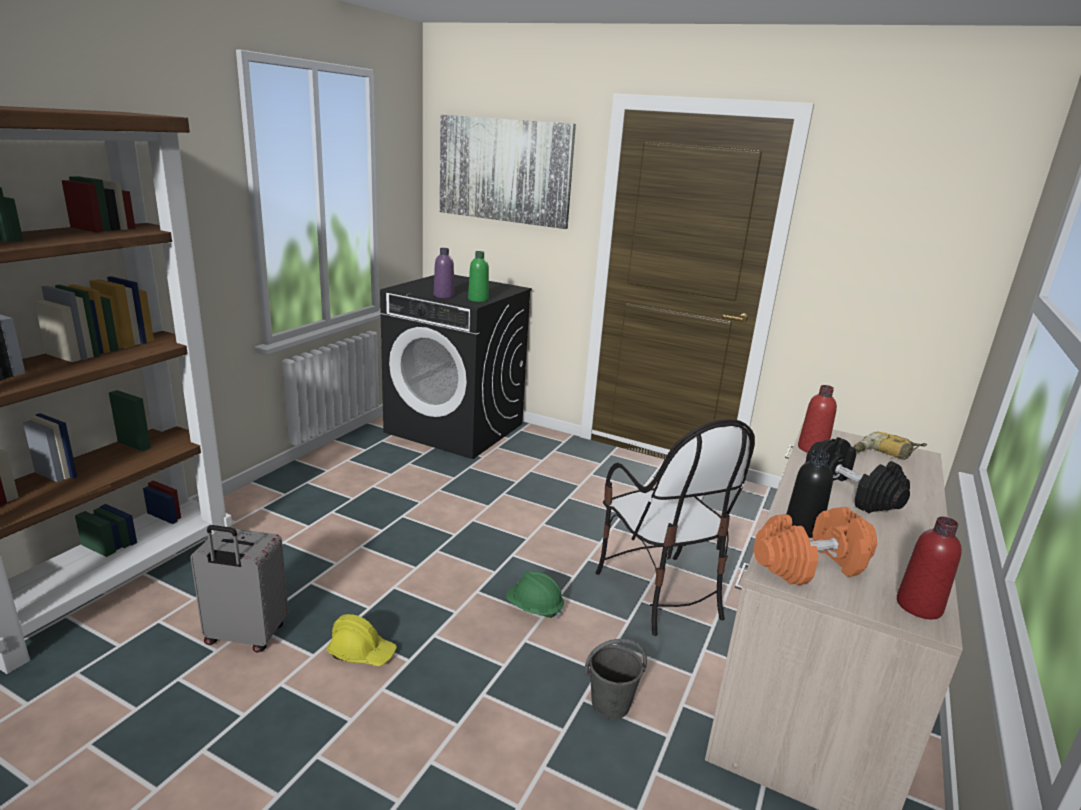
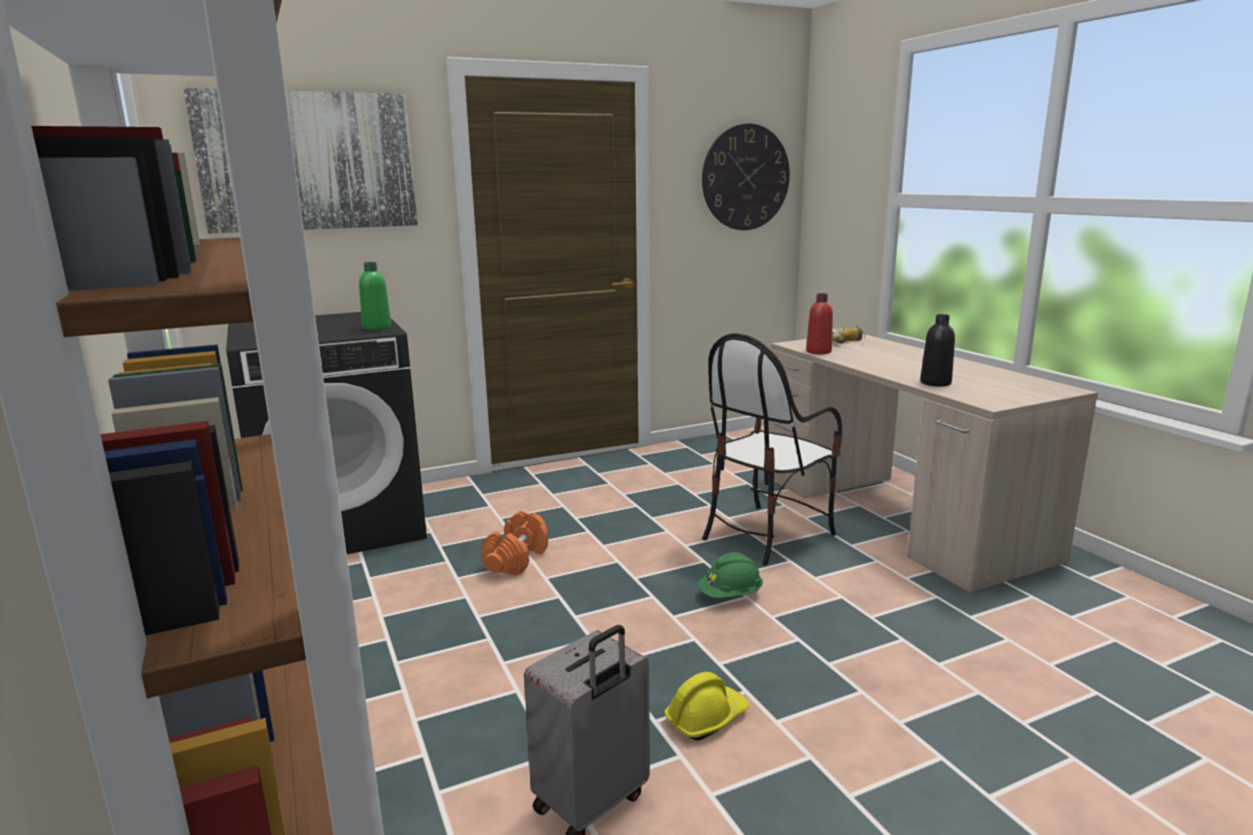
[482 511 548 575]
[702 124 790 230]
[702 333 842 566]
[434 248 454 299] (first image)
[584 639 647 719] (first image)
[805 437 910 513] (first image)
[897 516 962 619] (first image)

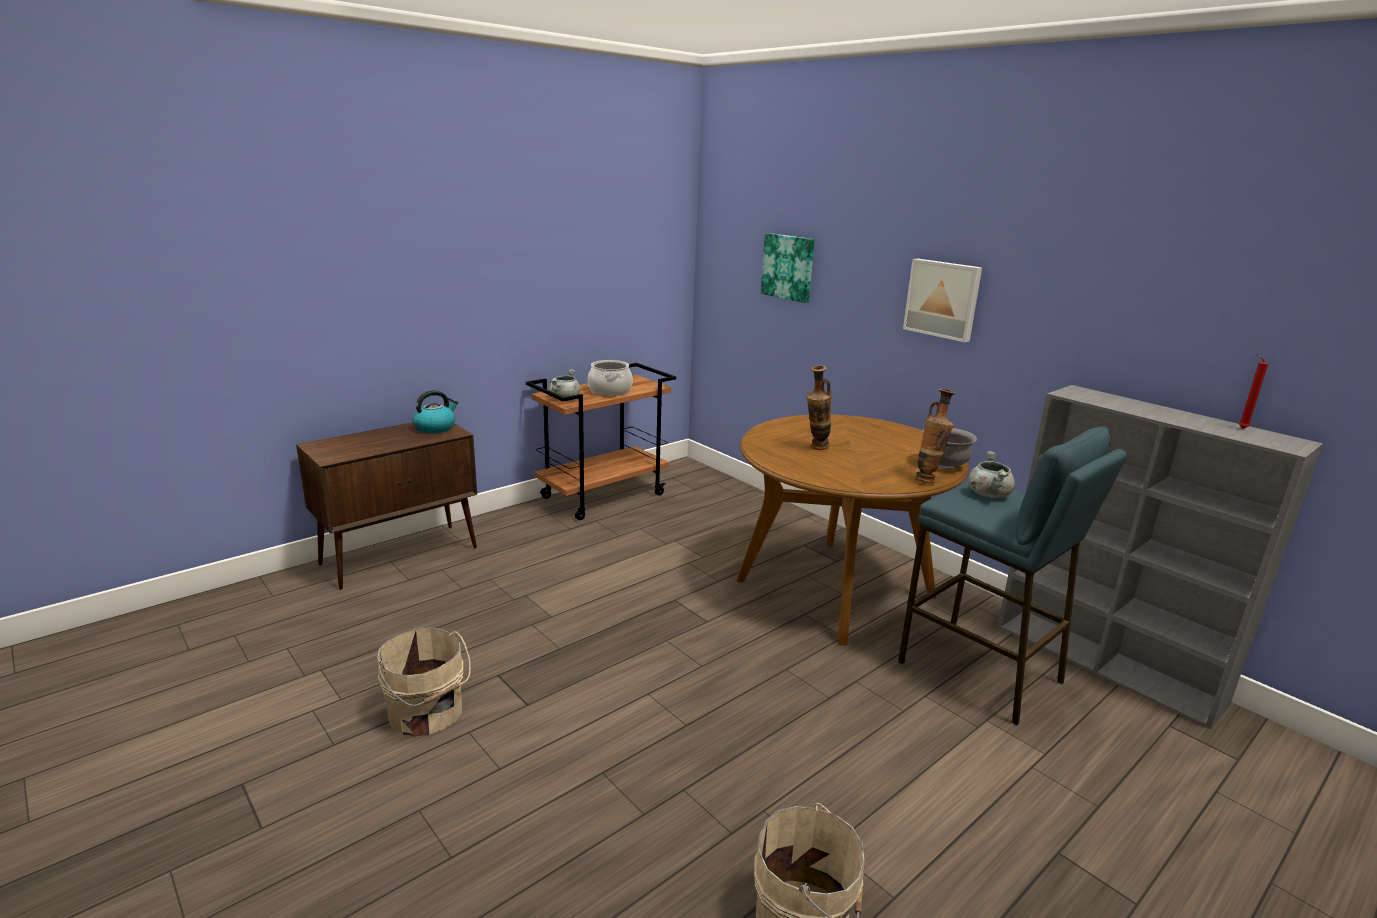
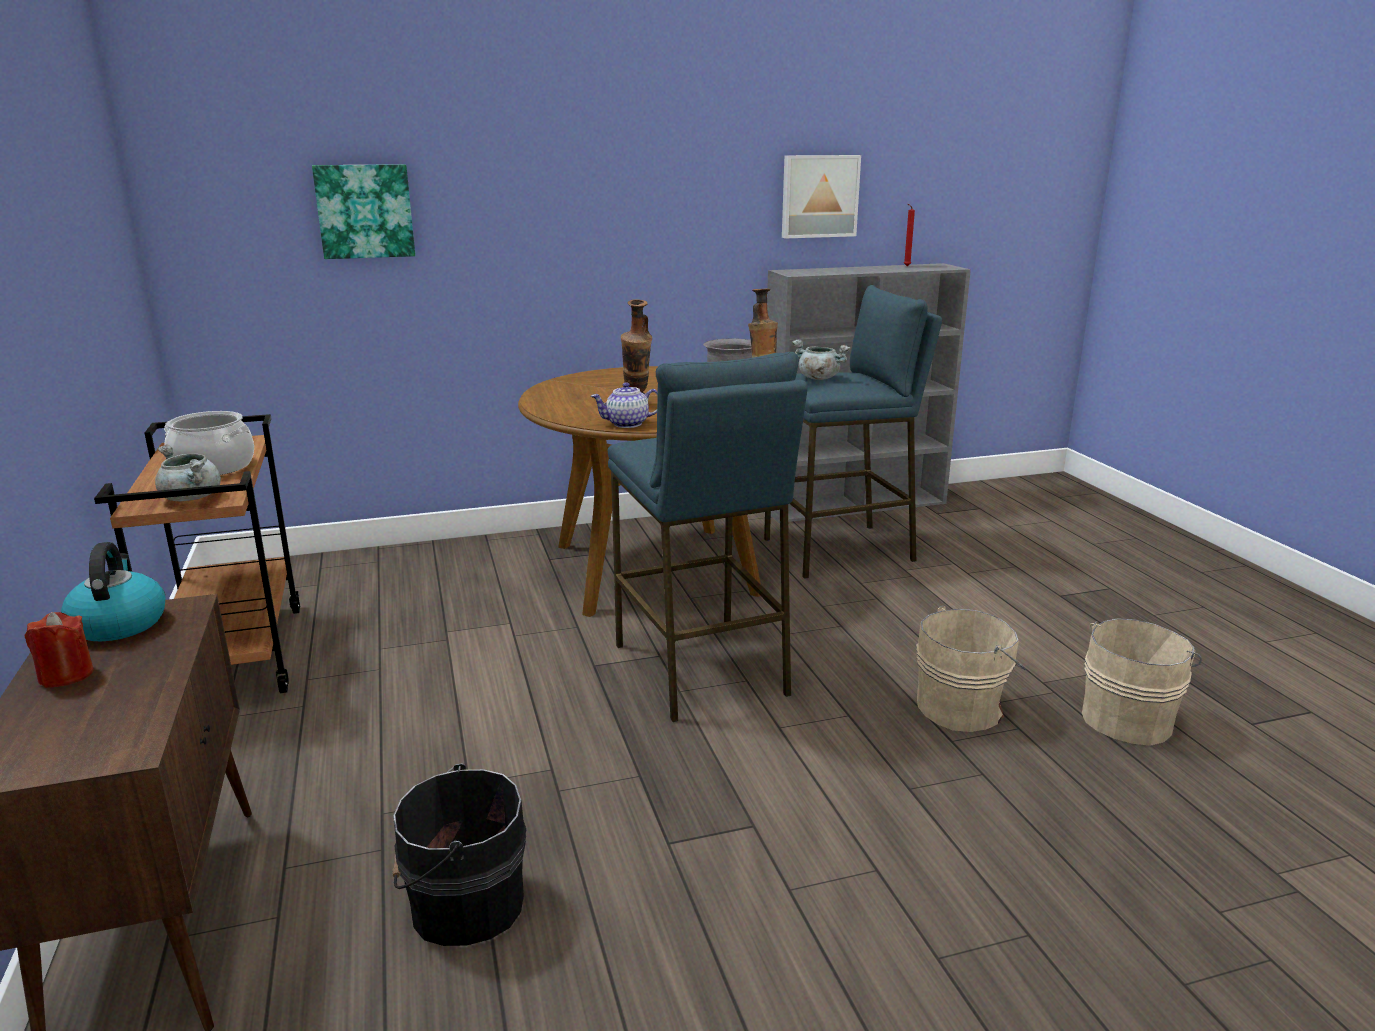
[25 612 94 688]
[392 764 526 946]
[591 383 657 428]
[608 352 808 722]
[782 155 861 239]
[916 606 1026 732]

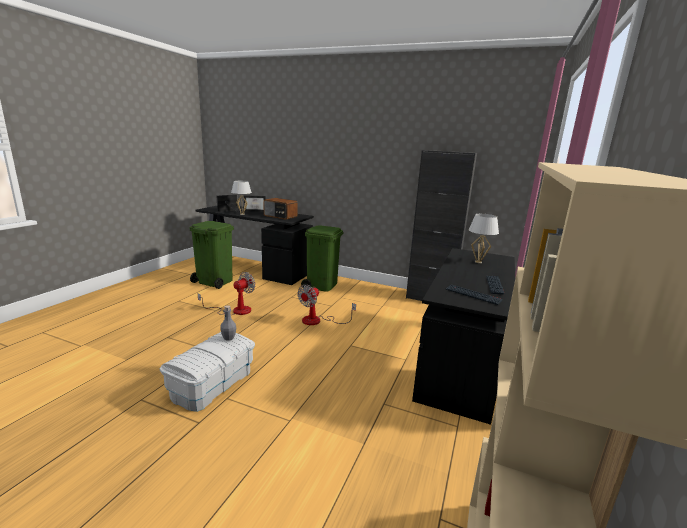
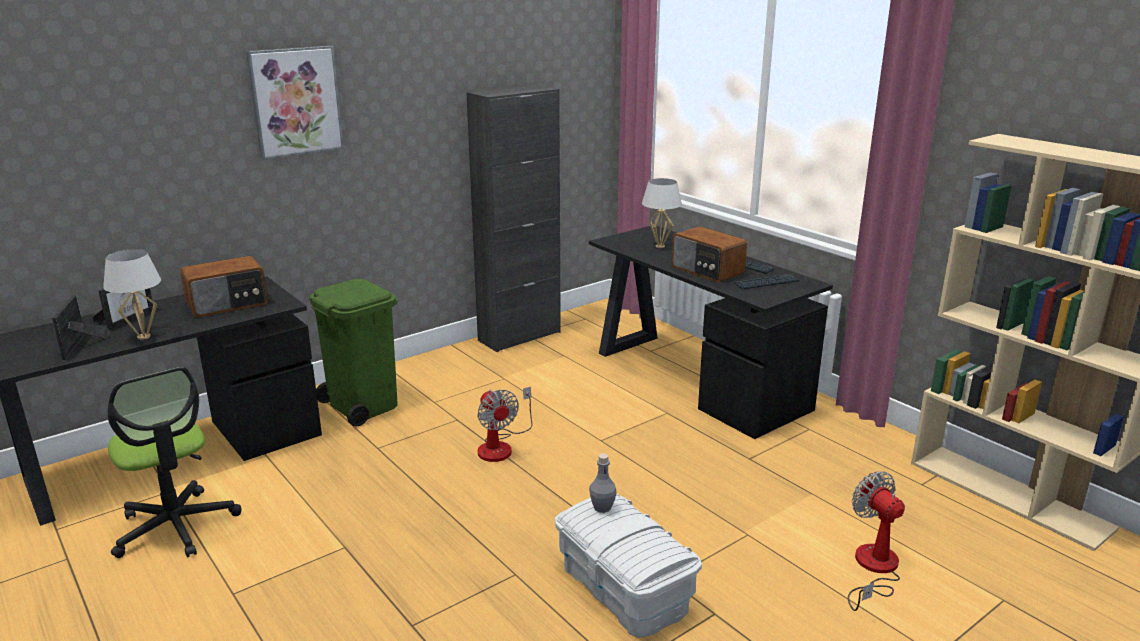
[108 367 241 558]
[246 45 344 160]
[672 226 747 282]
[848 471 905 611]

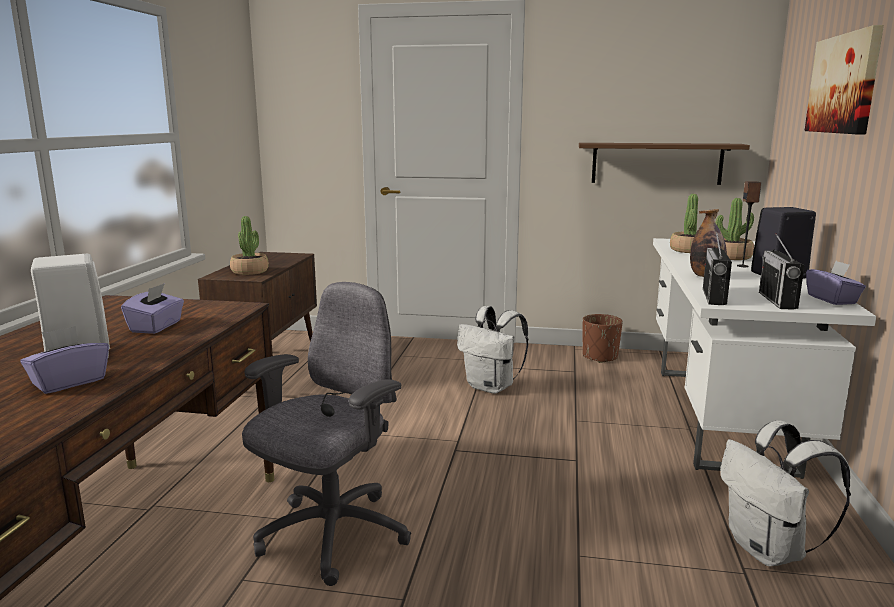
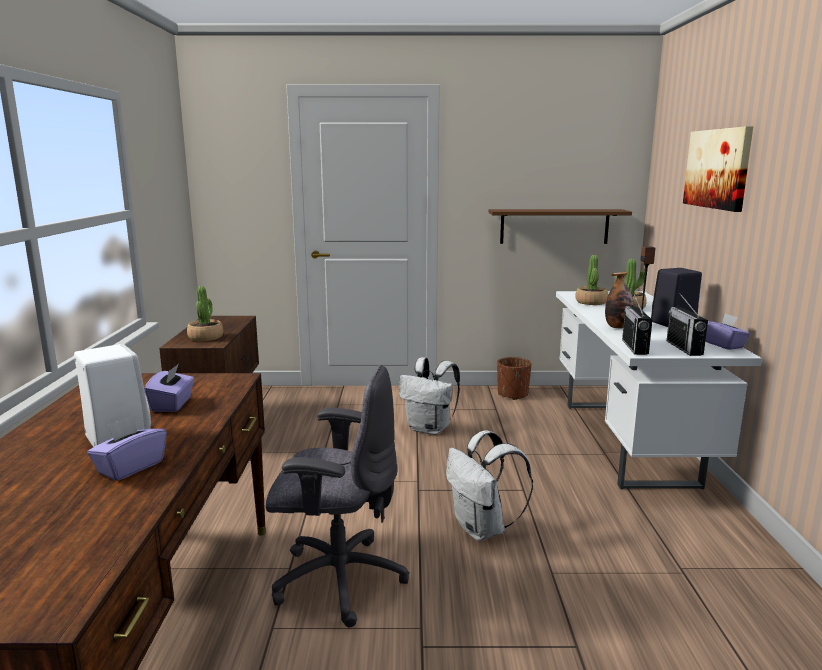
[266 365 409 627]
[446 430 533 541]

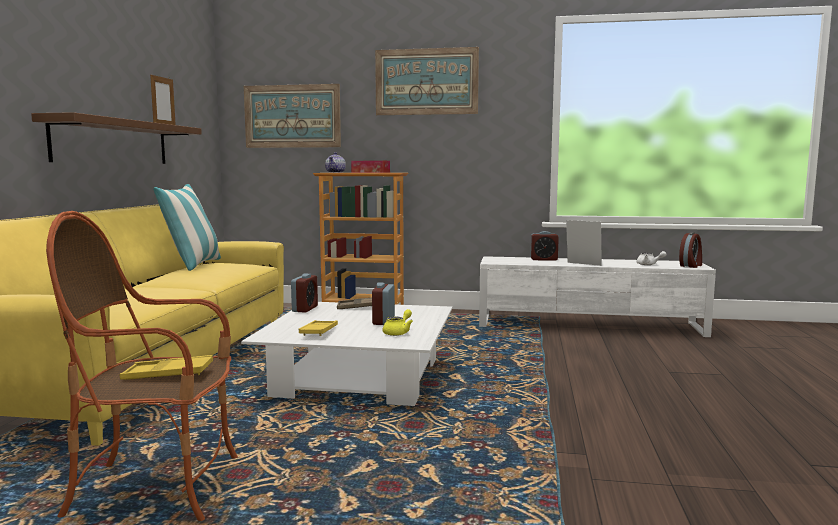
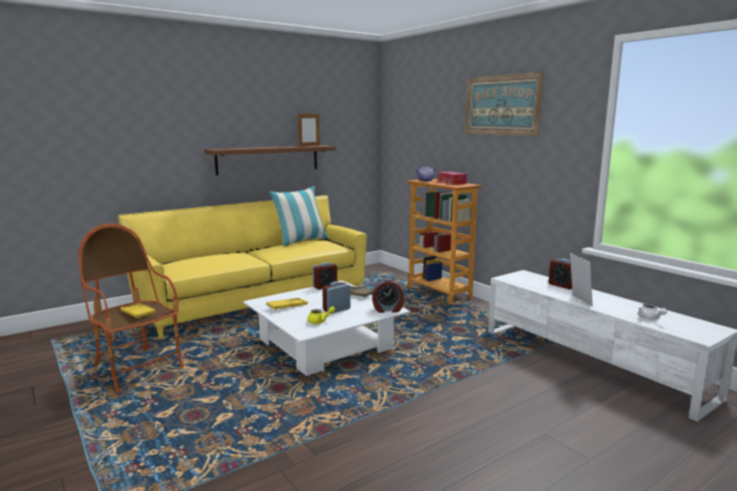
[372 279 404 313]
[244 84 341 148] (first image)

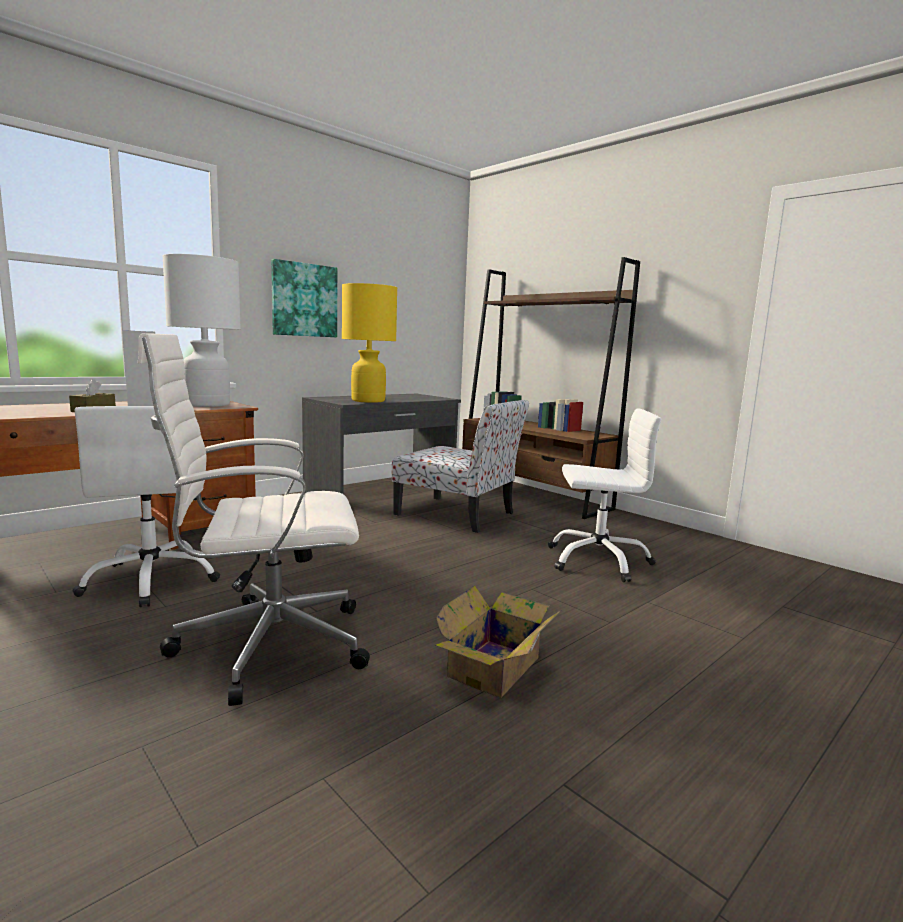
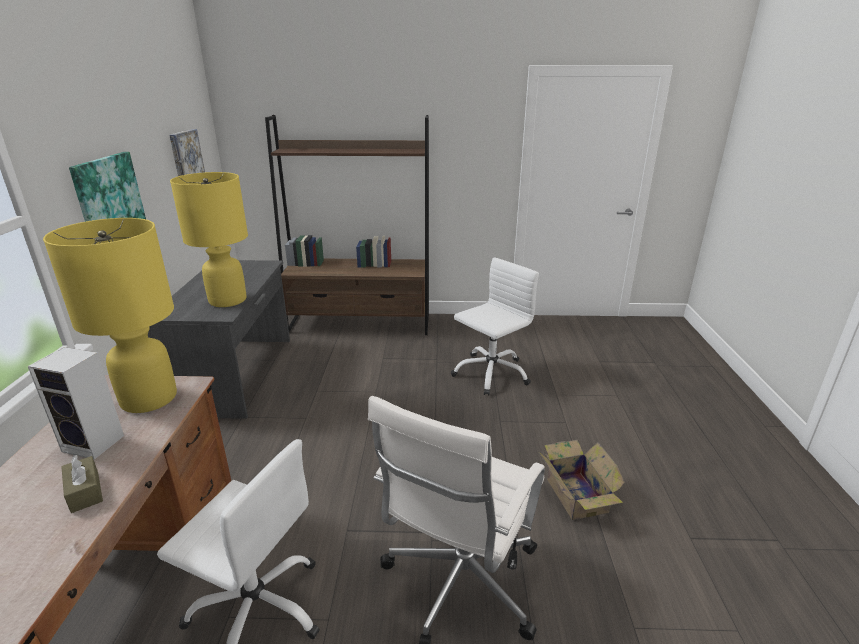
[43 218 177 413]
[169 129 205 176]
[392 400 529 533] (first image)

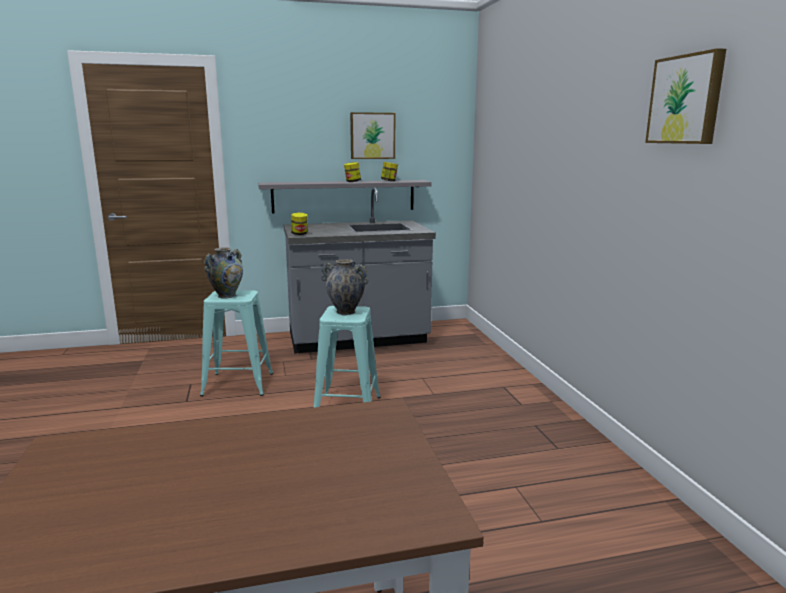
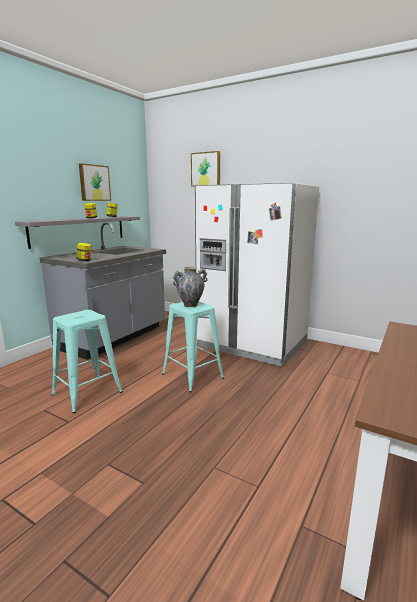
[191 151 220 187]
[195 183 319 366]
[204 248 243 298] (first image)

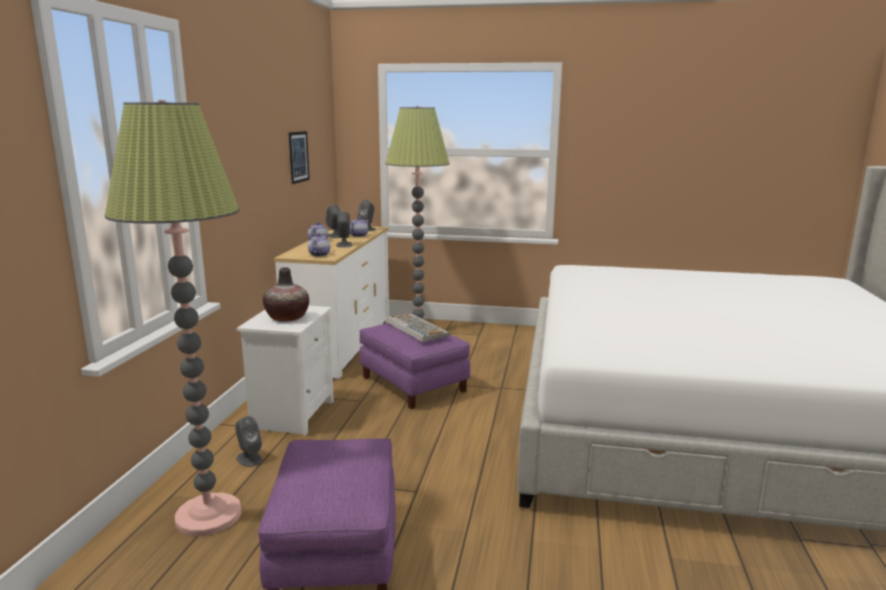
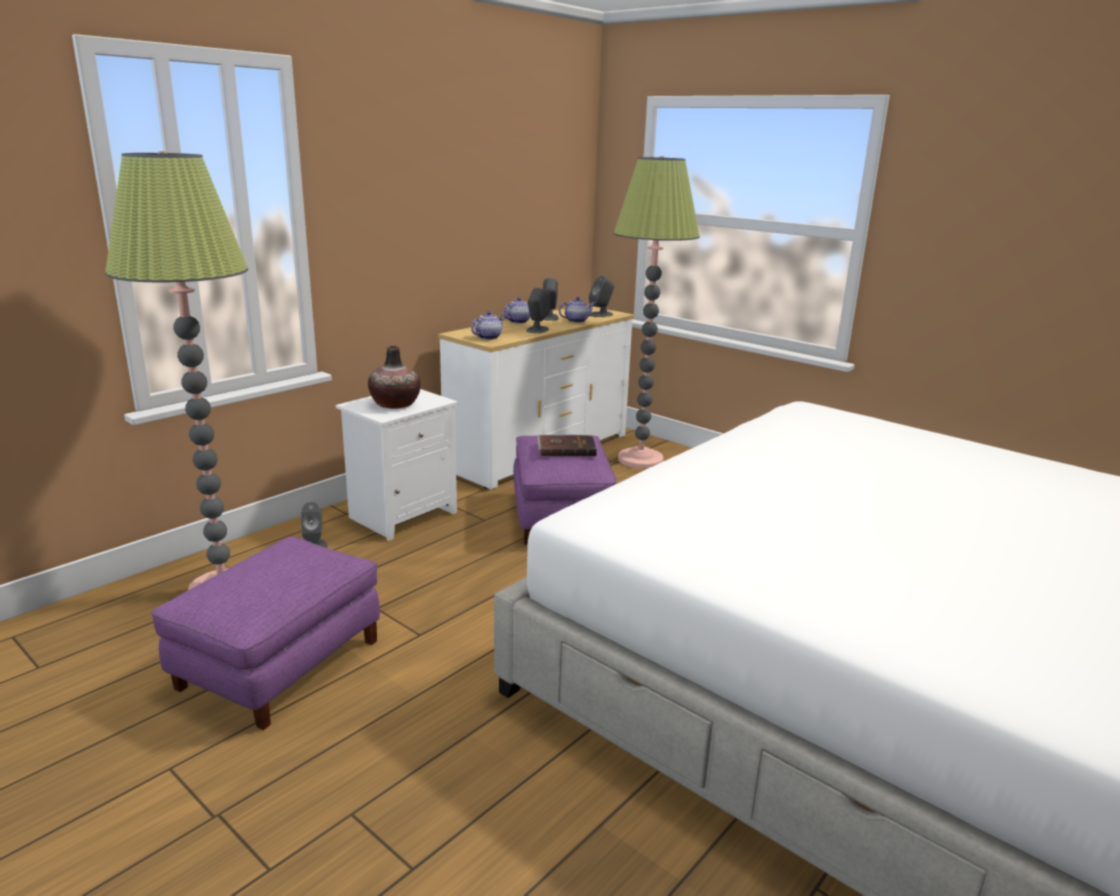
[538 435 597 456]
[289 131 310 184] (first image)

